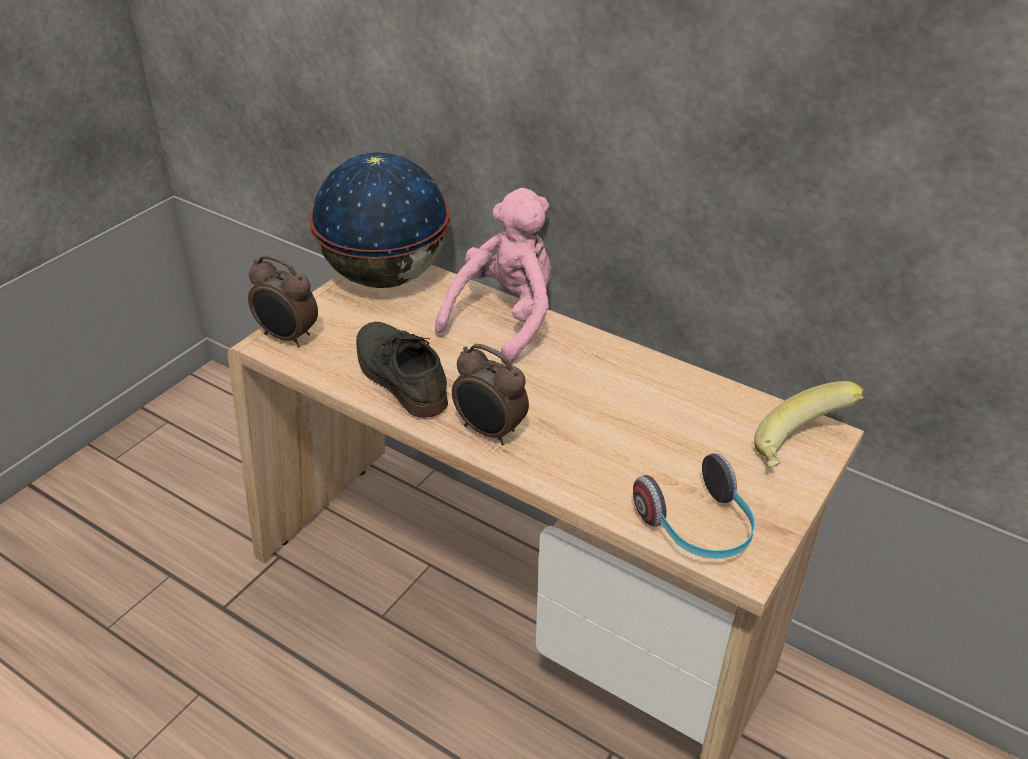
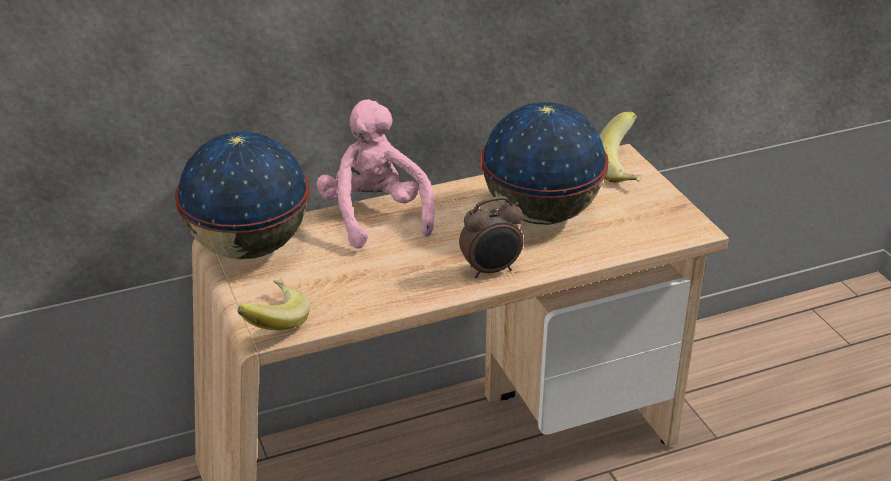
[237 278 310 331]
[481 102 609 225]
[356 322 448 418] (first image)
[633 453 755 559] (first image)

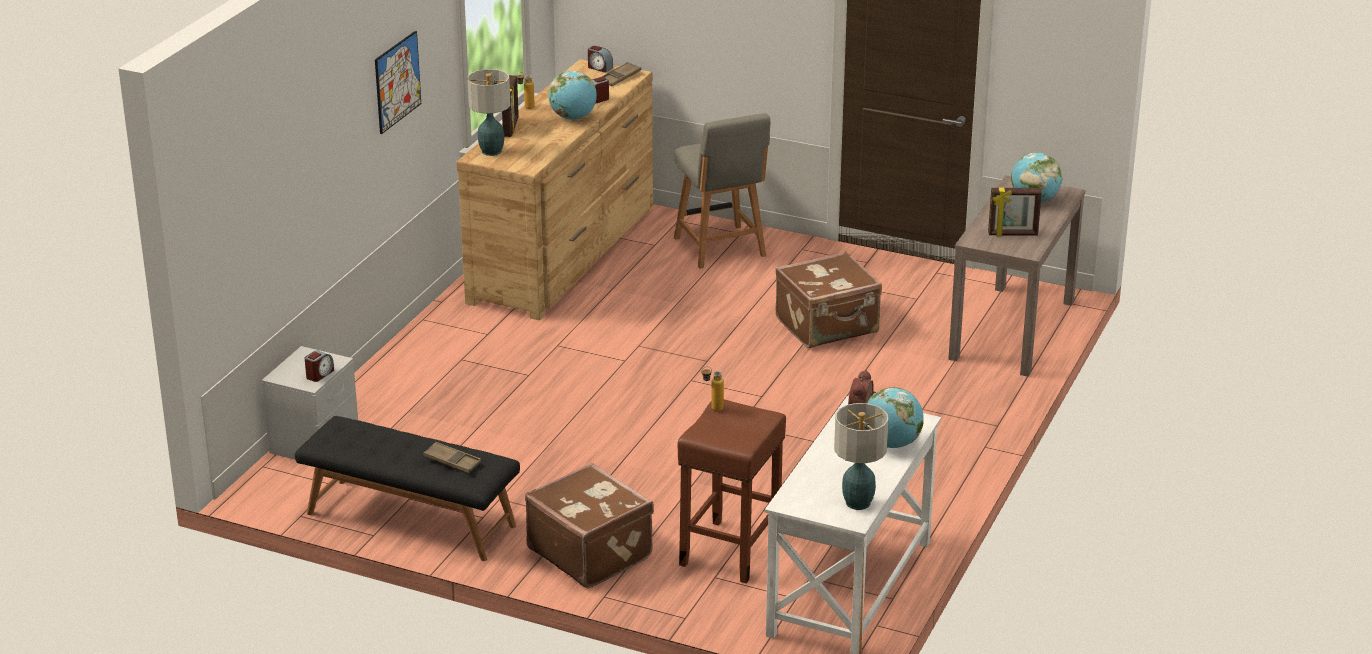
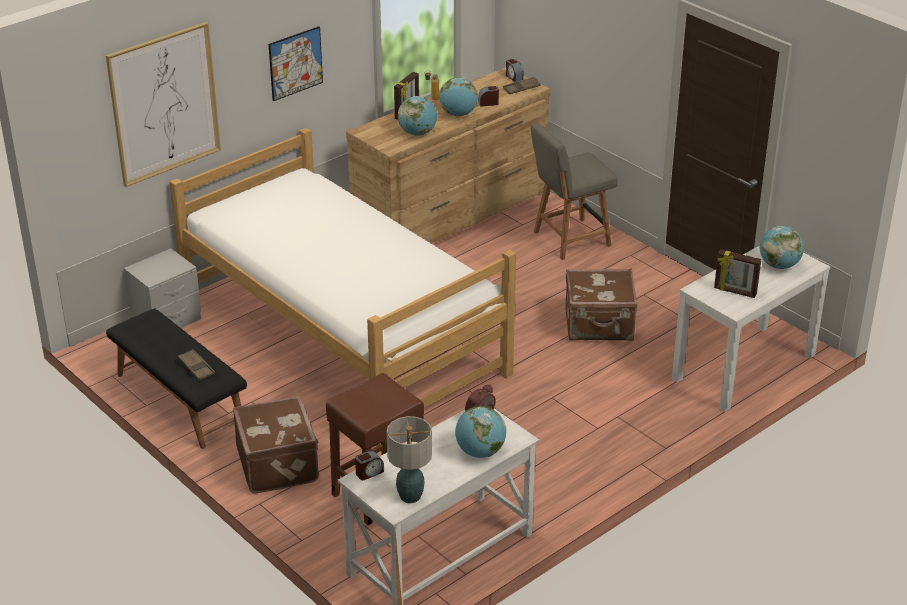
[106 22 221 187]
[169 128 516 447]
[355 451 384 480]
[398 96 437 136]
[531 123 618 260]
[672 245 831 412]
[467 69 510 156] (first image)
[701 366 724 411] (first image)

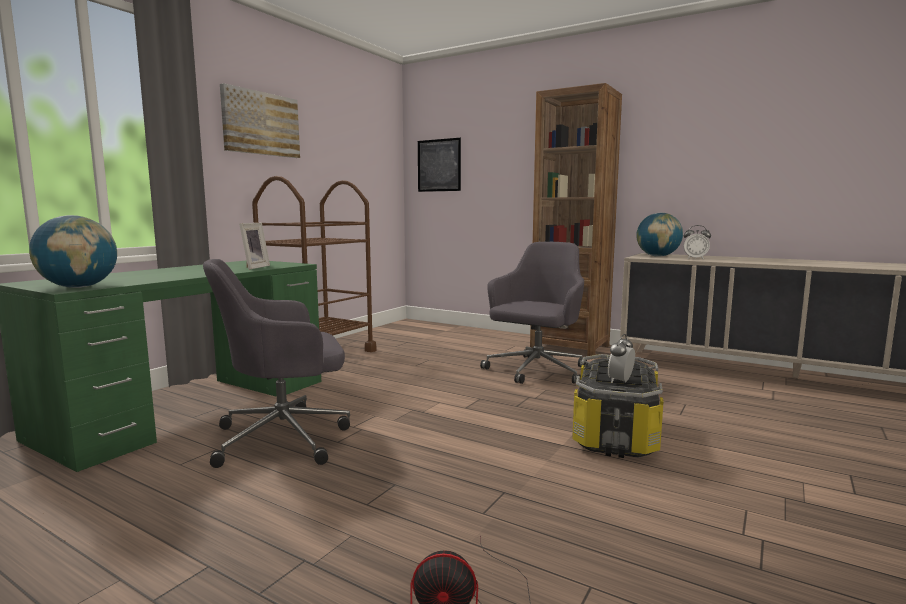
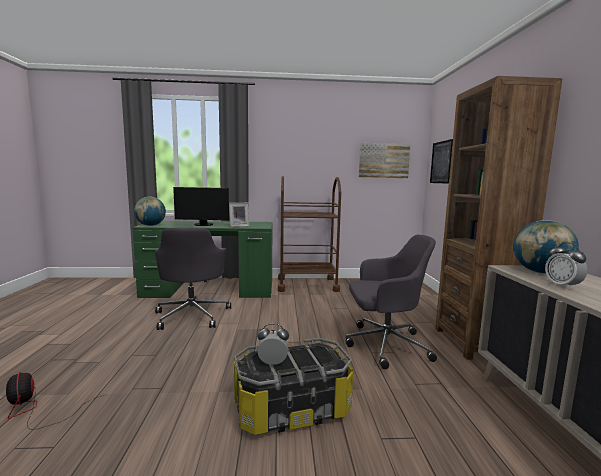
[155 227 231 330]
[173 187 229 226]
[359 143 410 178]

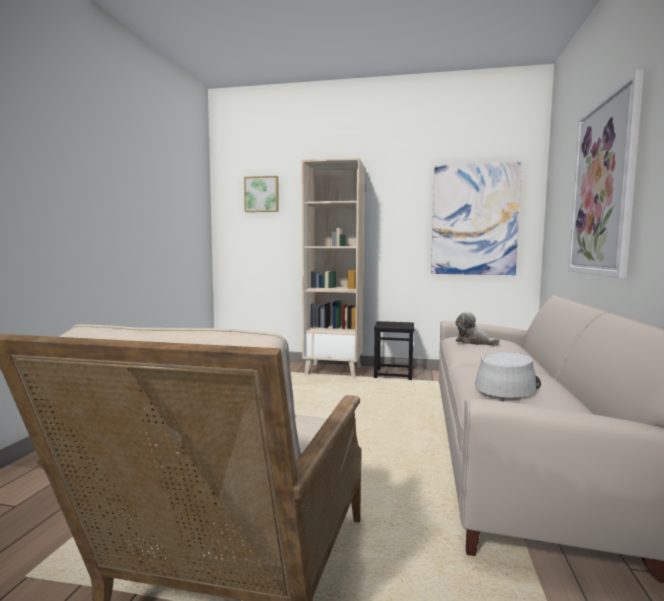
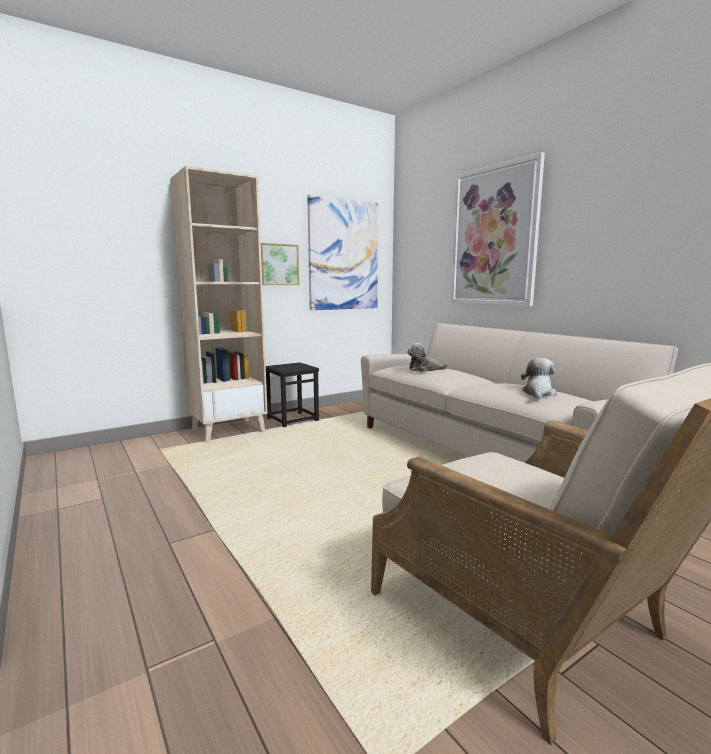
[261 243 299 285]
[521 358 557 399]

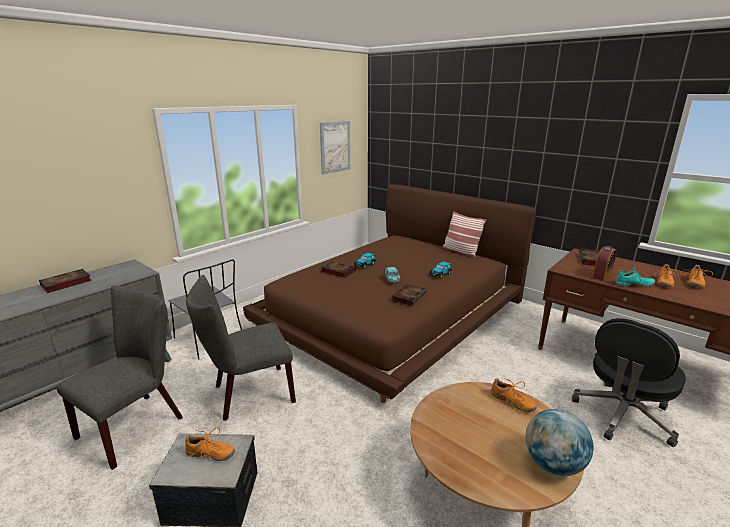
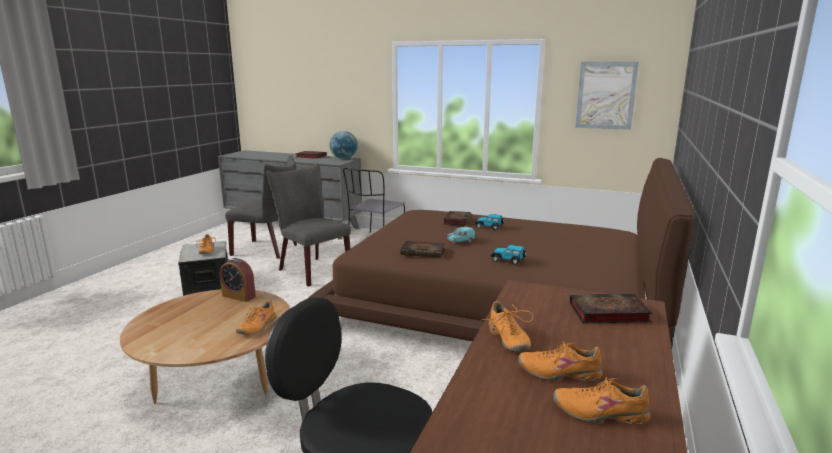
[220 258 256 302]
[330 131 358 159]
[482 301 533 352]
[442 211 487 258] (first image)

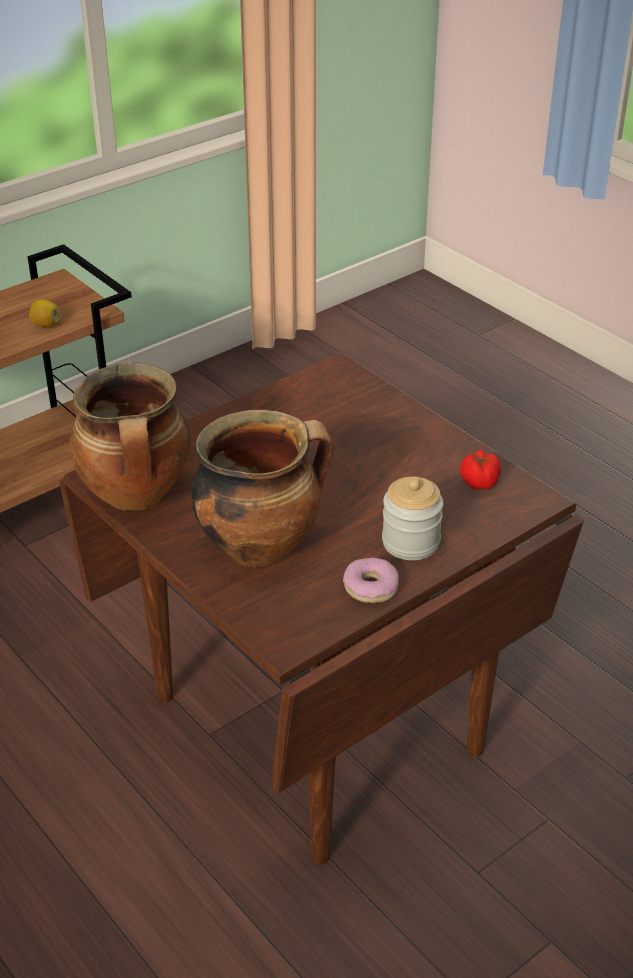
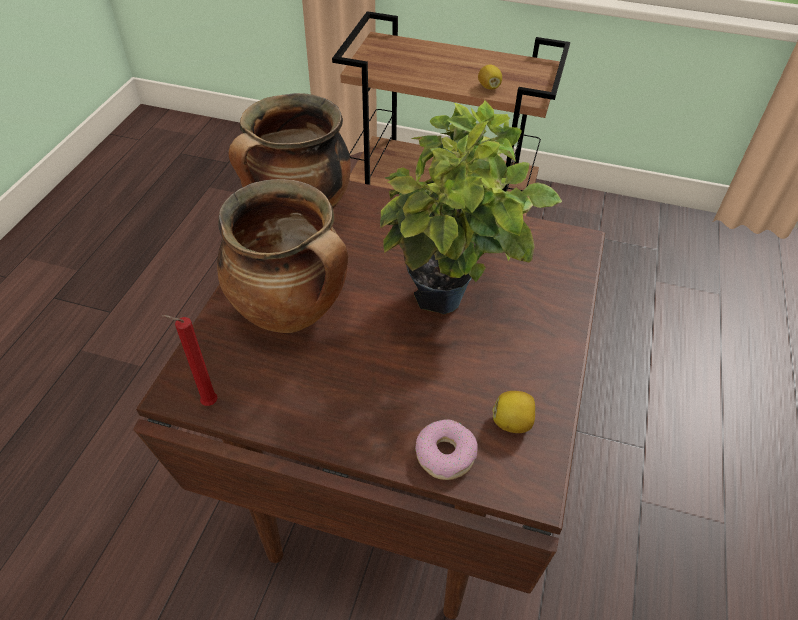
[162 315 218 406]
[380 100 562 315]
[415 419 478 480]
[493 391 535 433]
[382 477 444 560] (first image)

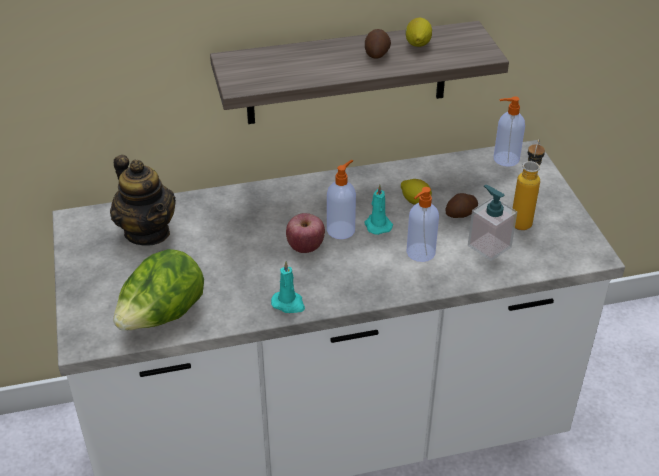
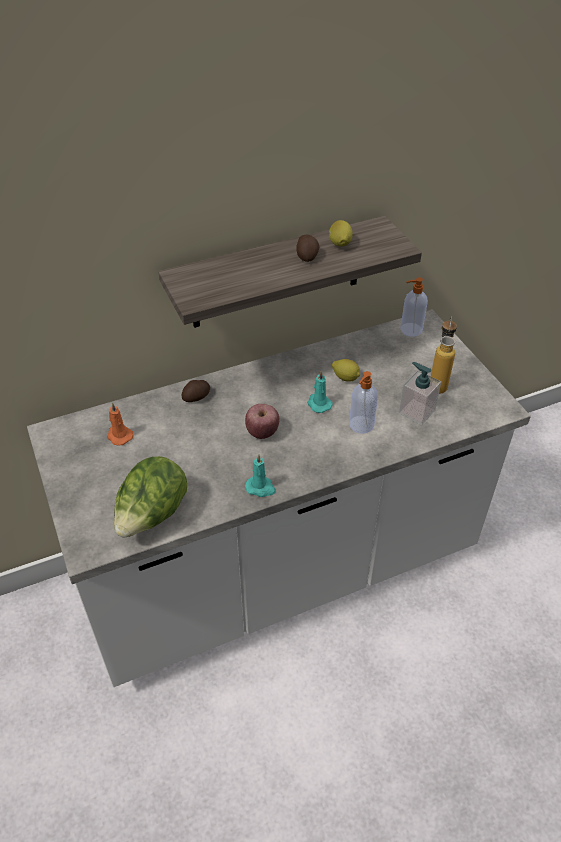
[107 402 133 446]
[182 380 210 402]
[327 160 356 239] (first image)

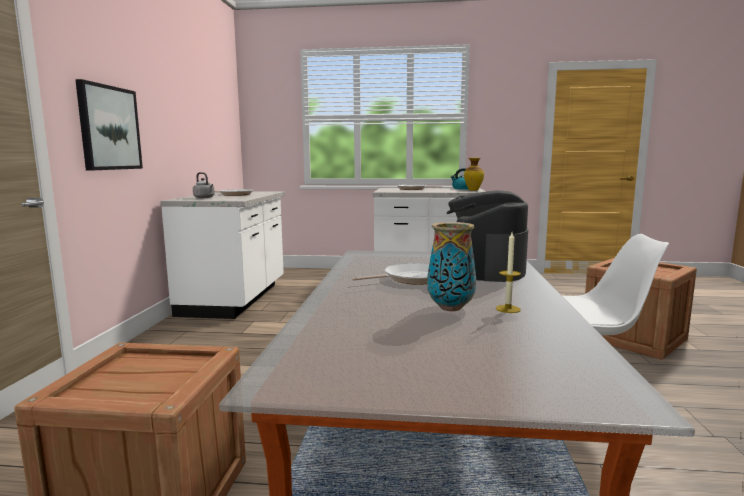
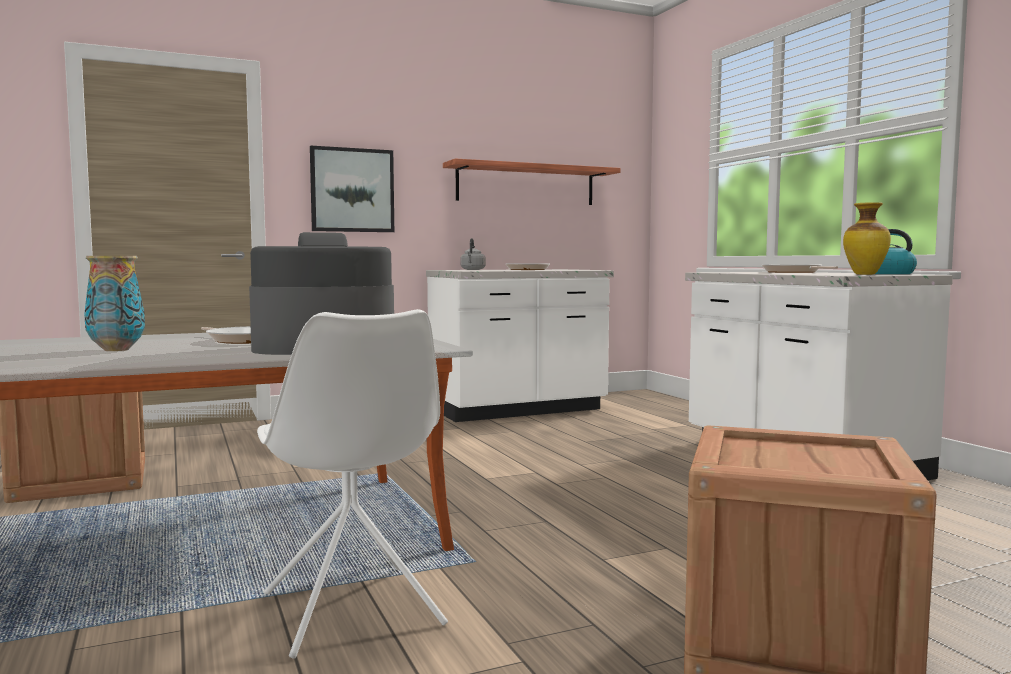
[443 158 621 205]
[496 232 521 313] (first image)

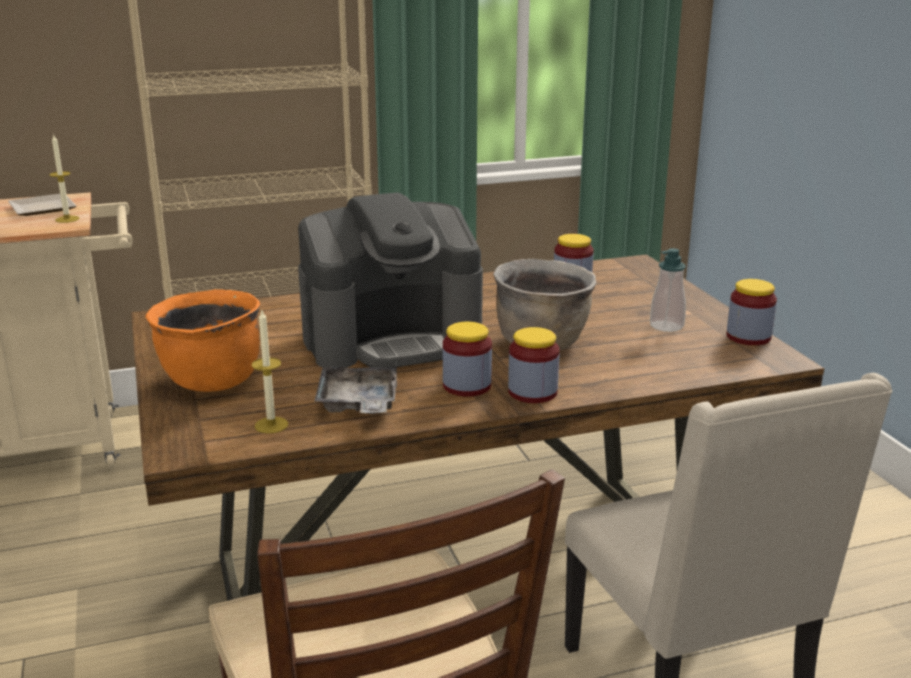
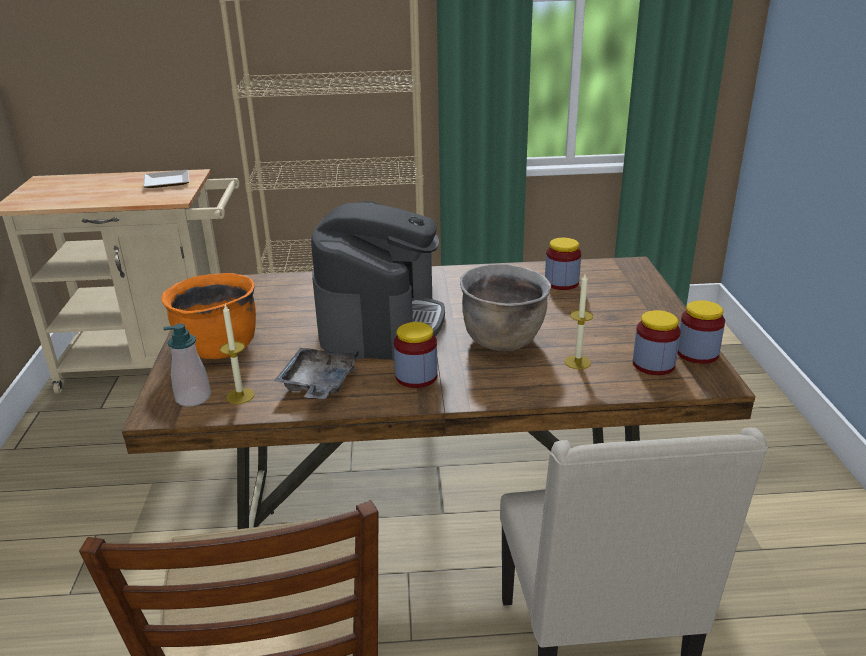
[163 324 211 407]
[311 201 445 361]
[565 274 593 369]
[633 310 681 375]

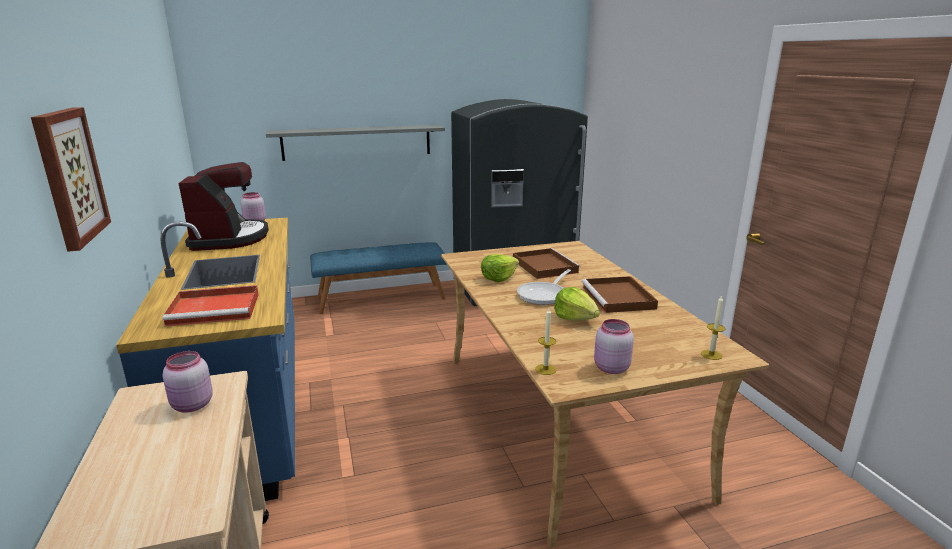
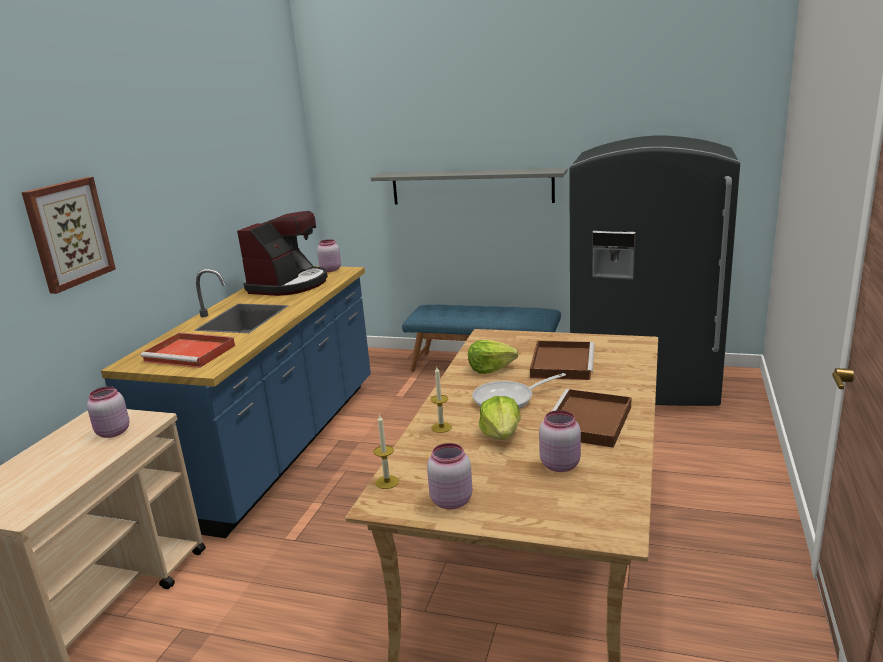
[431 367 452 433]
[539 410 581 472]

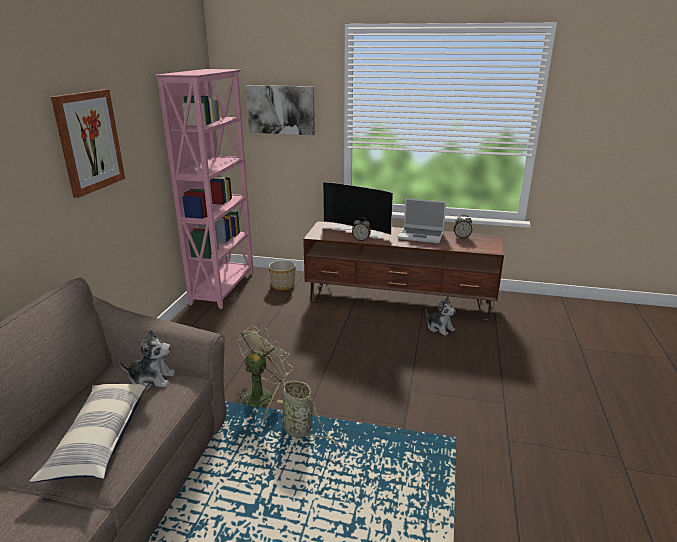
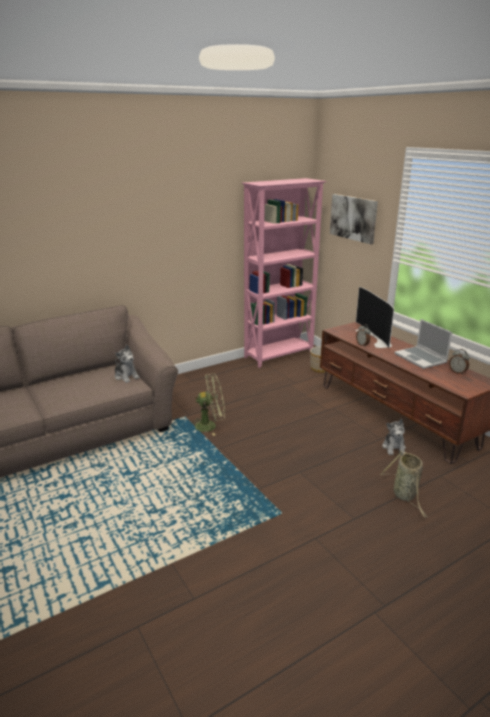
[380 451 426 517]
[29 383 149 482] (first image)
[51 89 125 198] (first image)

